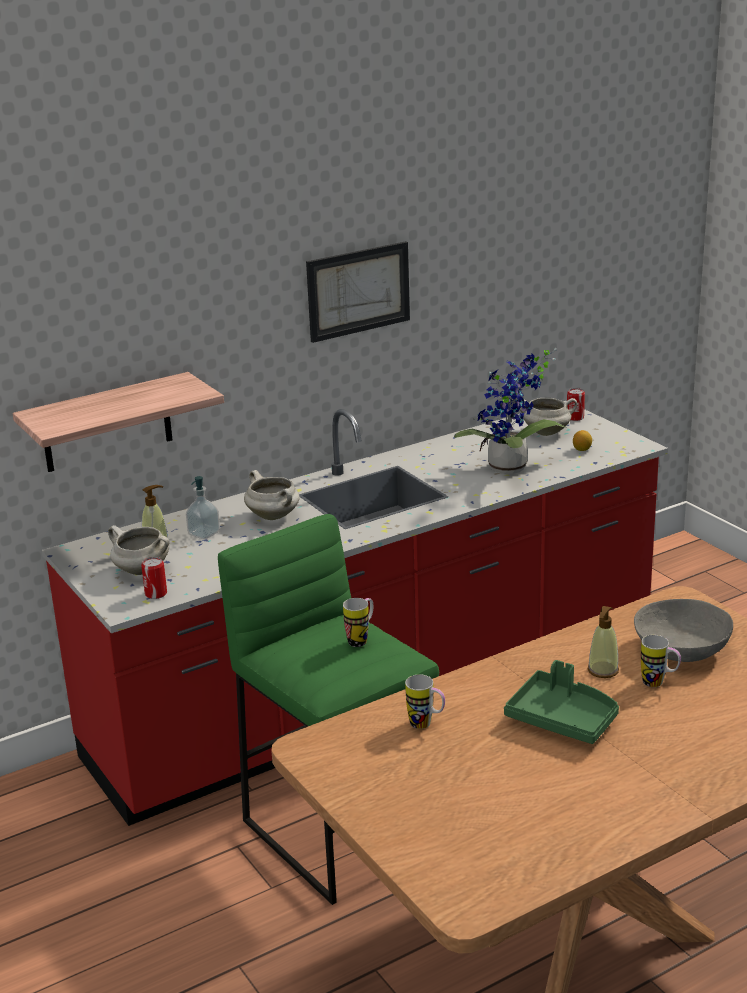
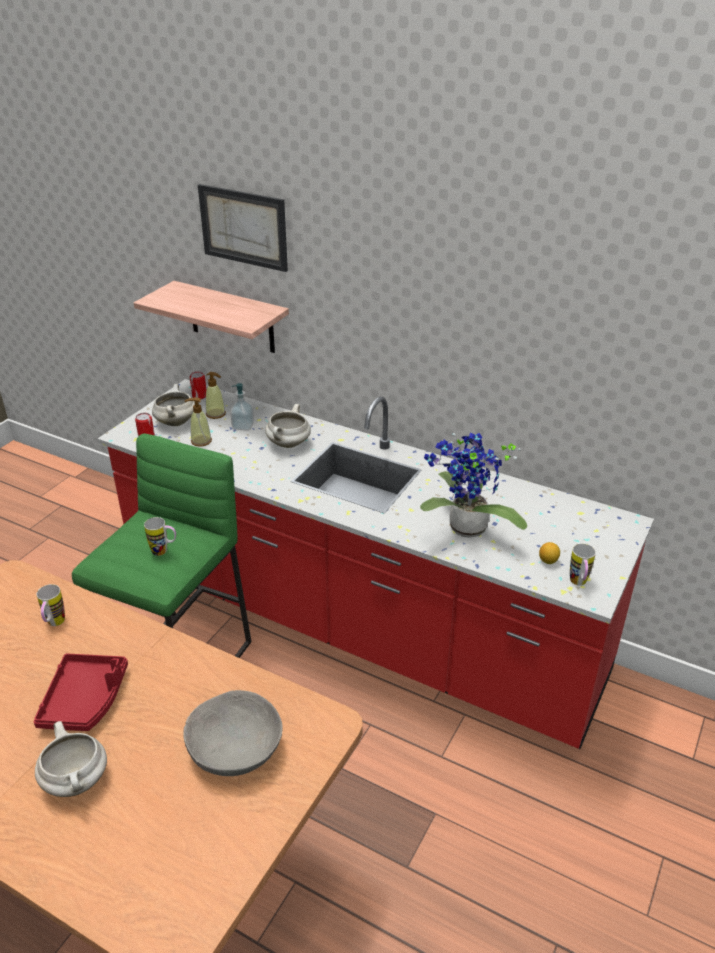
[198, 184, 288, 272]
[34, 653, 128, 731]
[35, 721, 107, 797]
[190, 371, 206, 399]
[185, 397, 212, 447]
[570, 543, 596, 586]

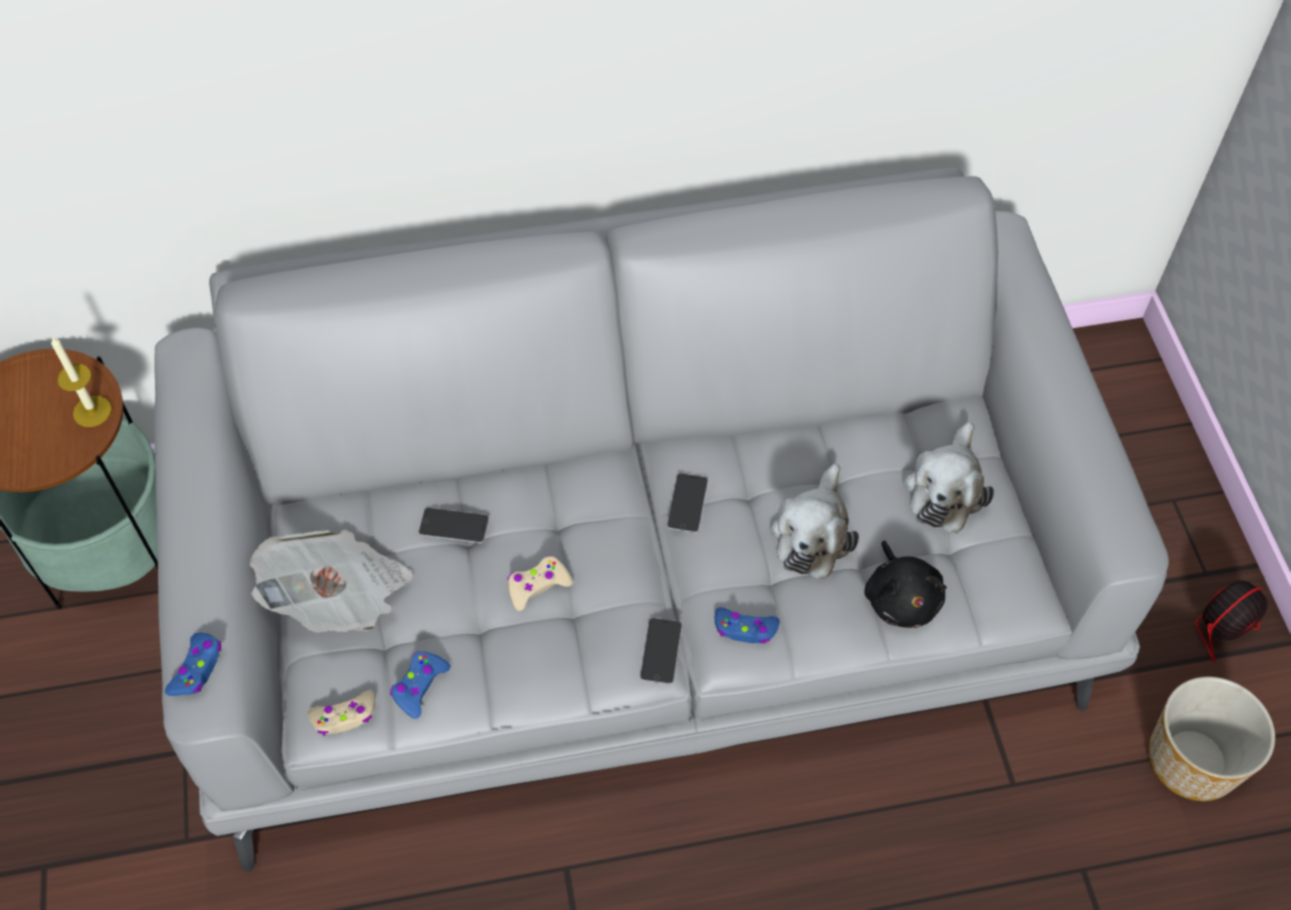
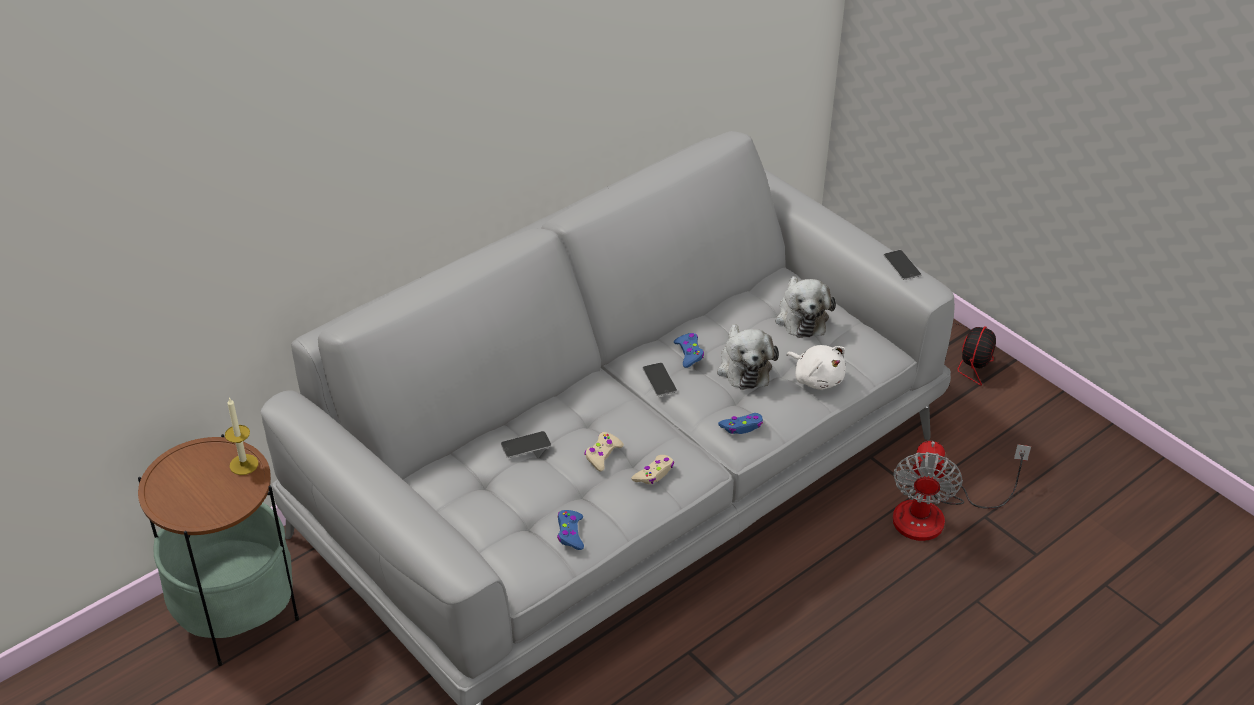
[674, 333, 704, 368]
[250, 530, 413, 633] (first image)
[631, 455, 674, 484]
[883, 250, 922, 280]
[786, 345, 846, 390]
[1149, 677, 1275, 801] (first image)
[892, 441, 1031, 541]

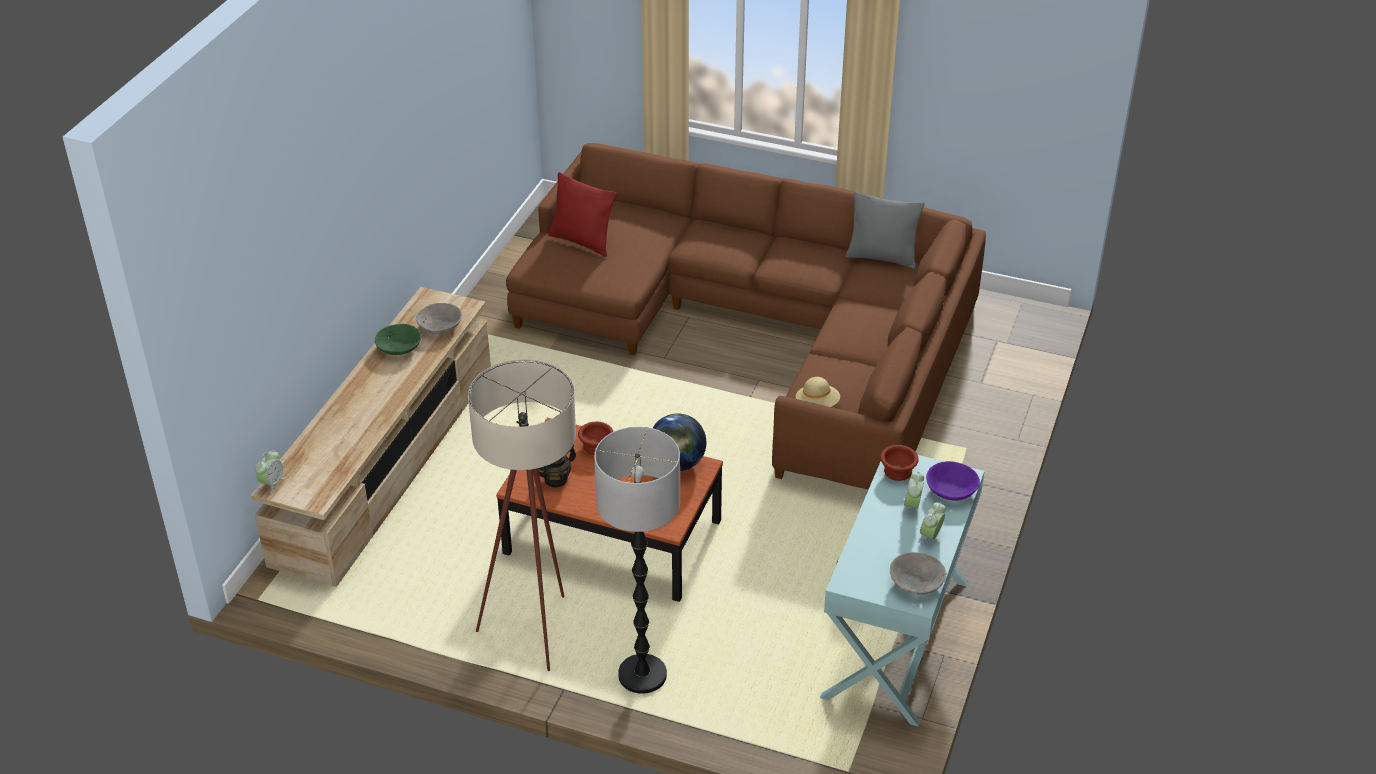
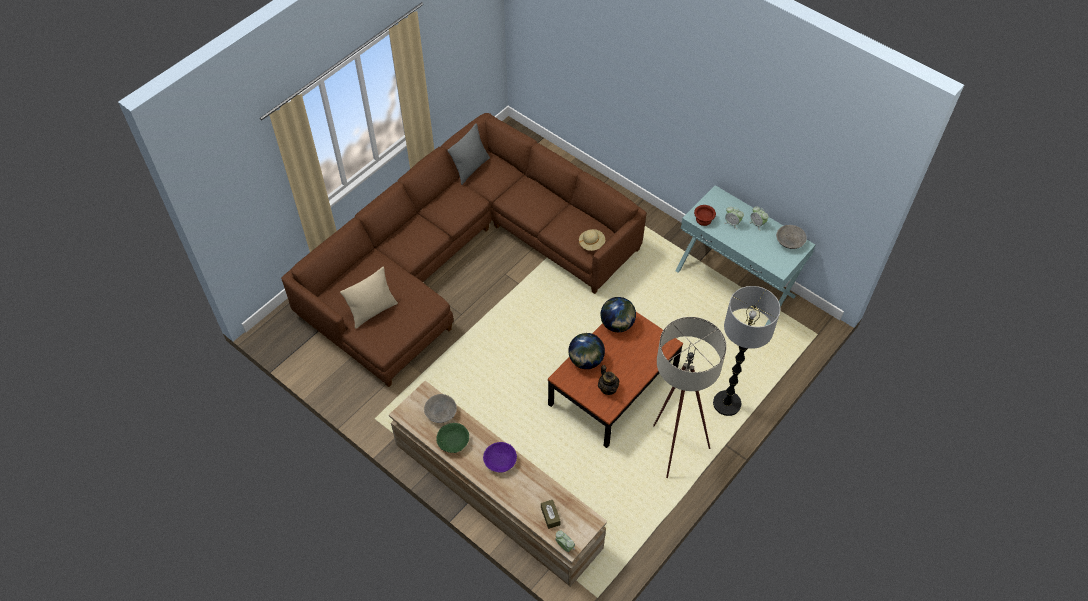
[340, 267, 398, 329]
[568, 333, 605, 369]
[483, 442, 517, 473]
[541, 500, 561, 529]

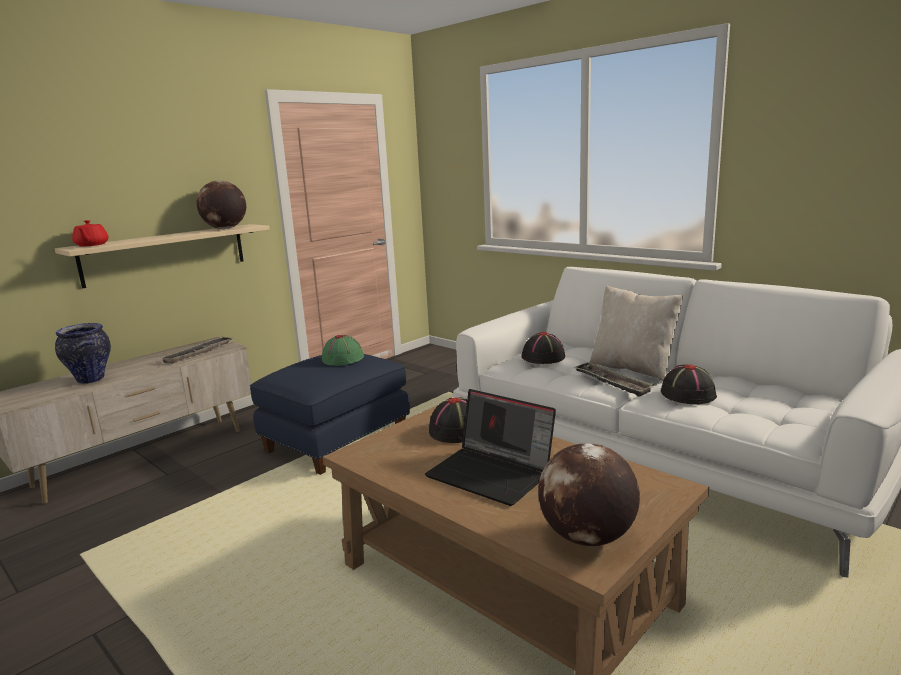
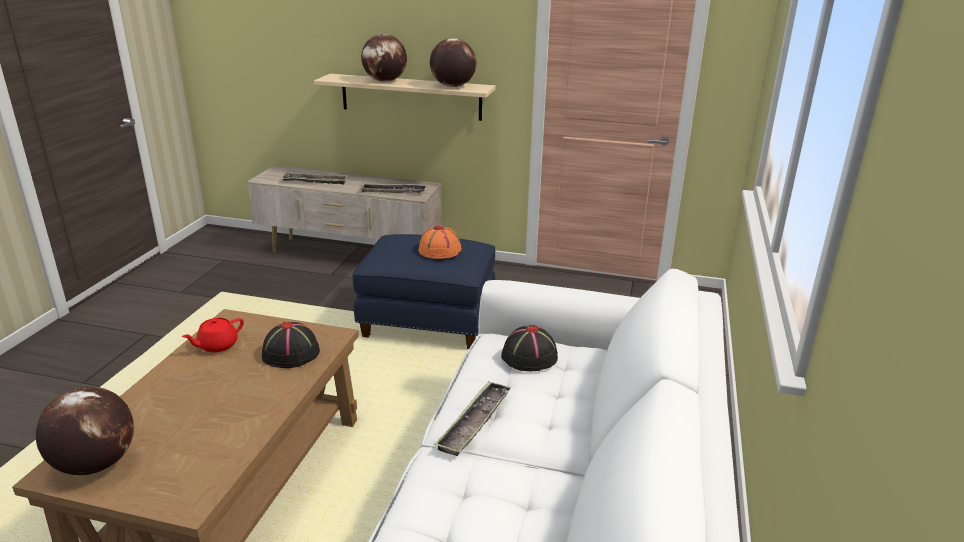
[282, 173, 348, 185]
[182, 318, 244, 352]
[418, 226, 462, 259]
[425, 389, 556, 506] (first image)
[590, 286, 683, 381] (first image)
[661, 364, 717, 404] (first image)
[361, 34, 407, 82]

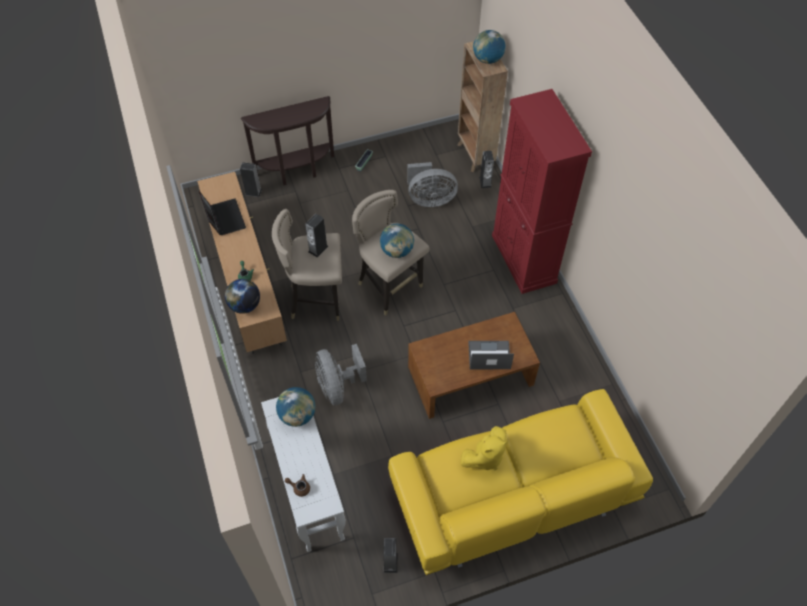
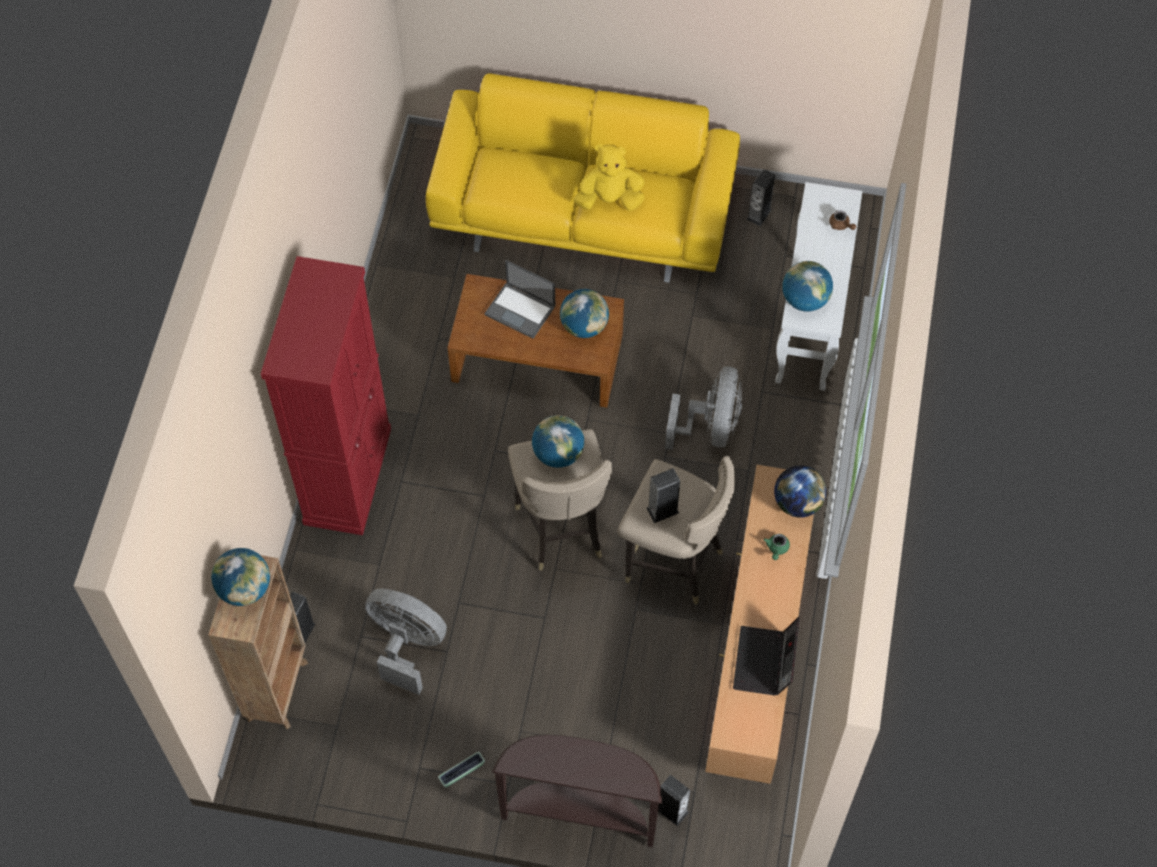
[560, 289, 609, 338]

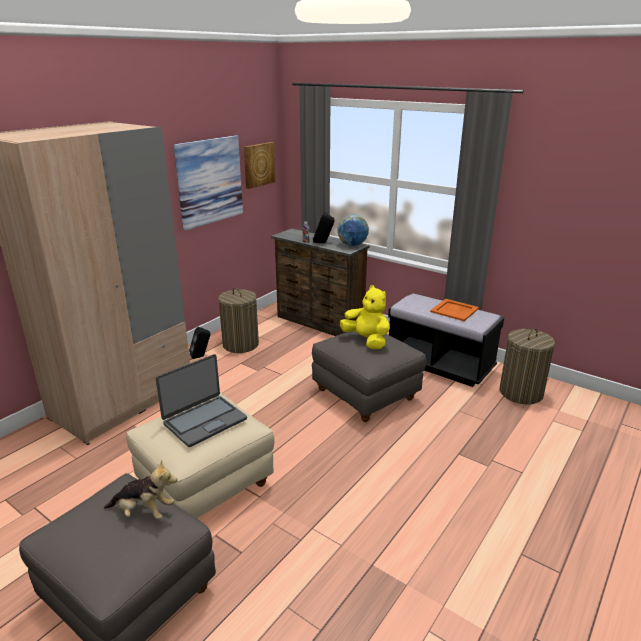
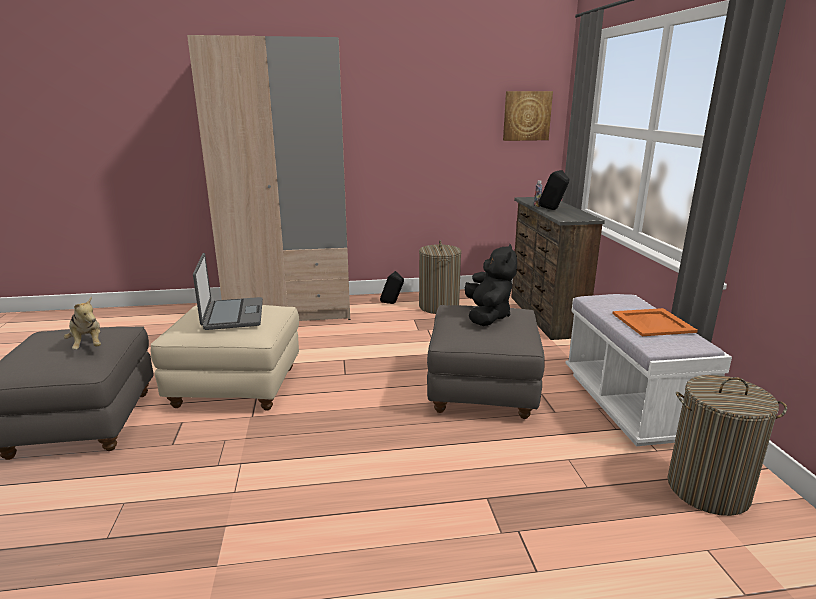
[193, 253, 263, 330]
[174, 135, 243, 230] (first image)
[338, 214, 369, 246] (first image)
[465, 244, 517, 326]
[565, 294, 732, 446]

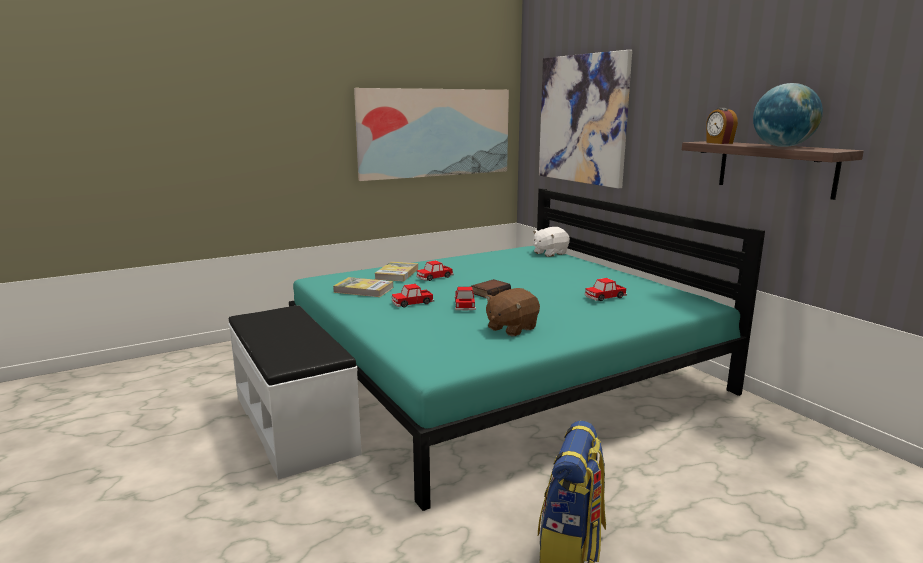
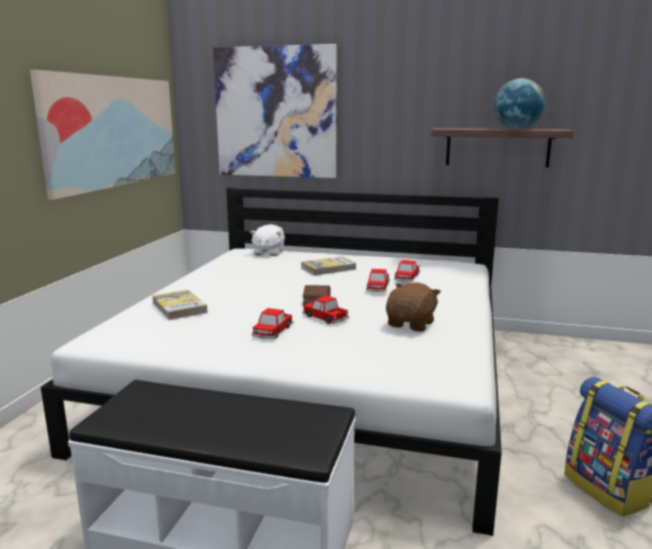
[41, 188, 502, 536]
[301, 256, 357, 276]
[366, 269, 390, 292]
[386, 283, 441, 332]
[706, 108, 738, 144] (first image)

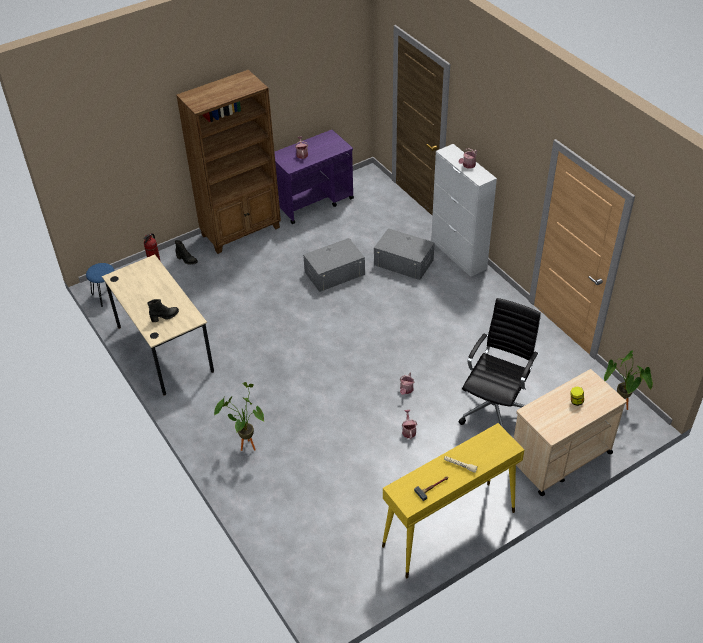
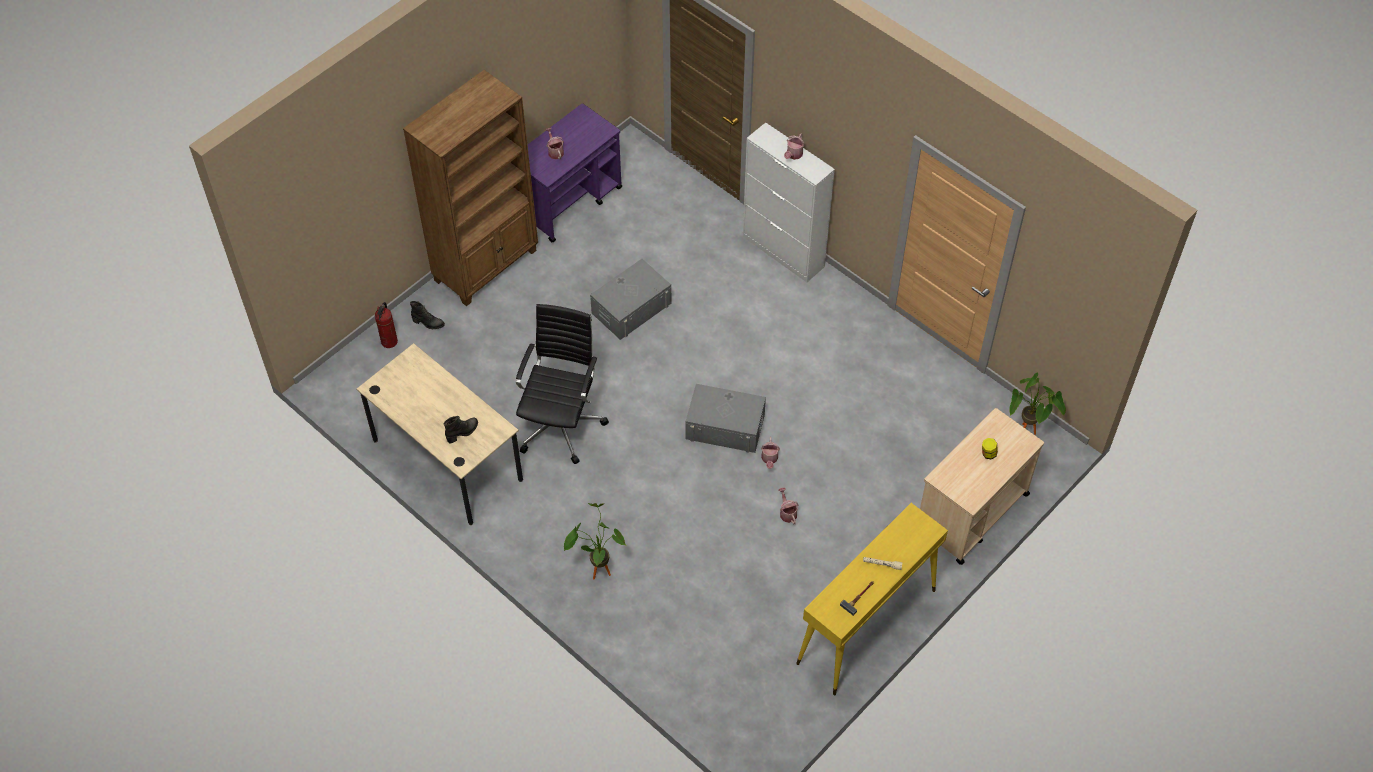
[86, 263, 115, 307] (first image)
[685, 384, 766, 453]
[516, 304, 609, 464]

